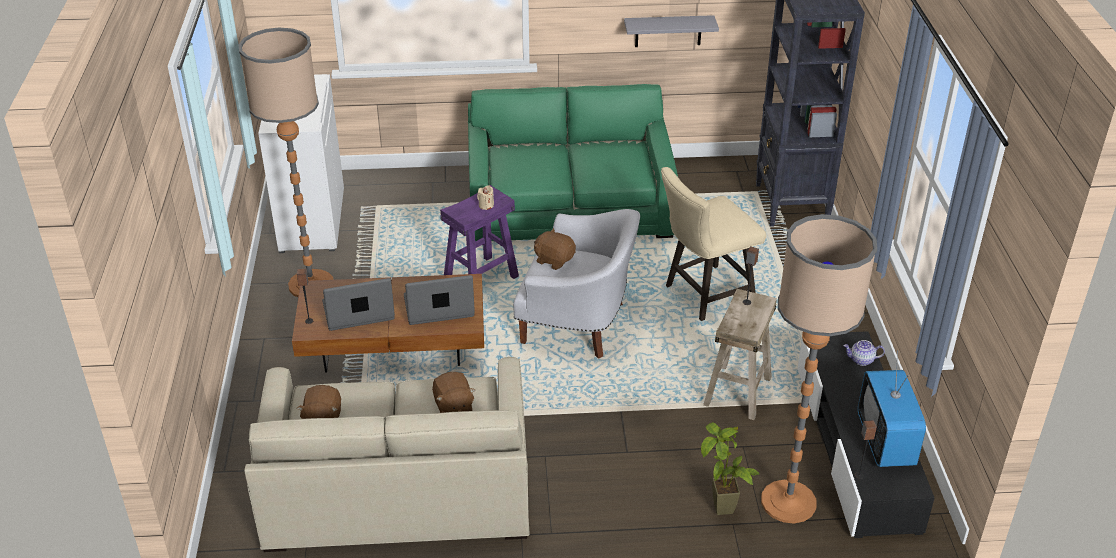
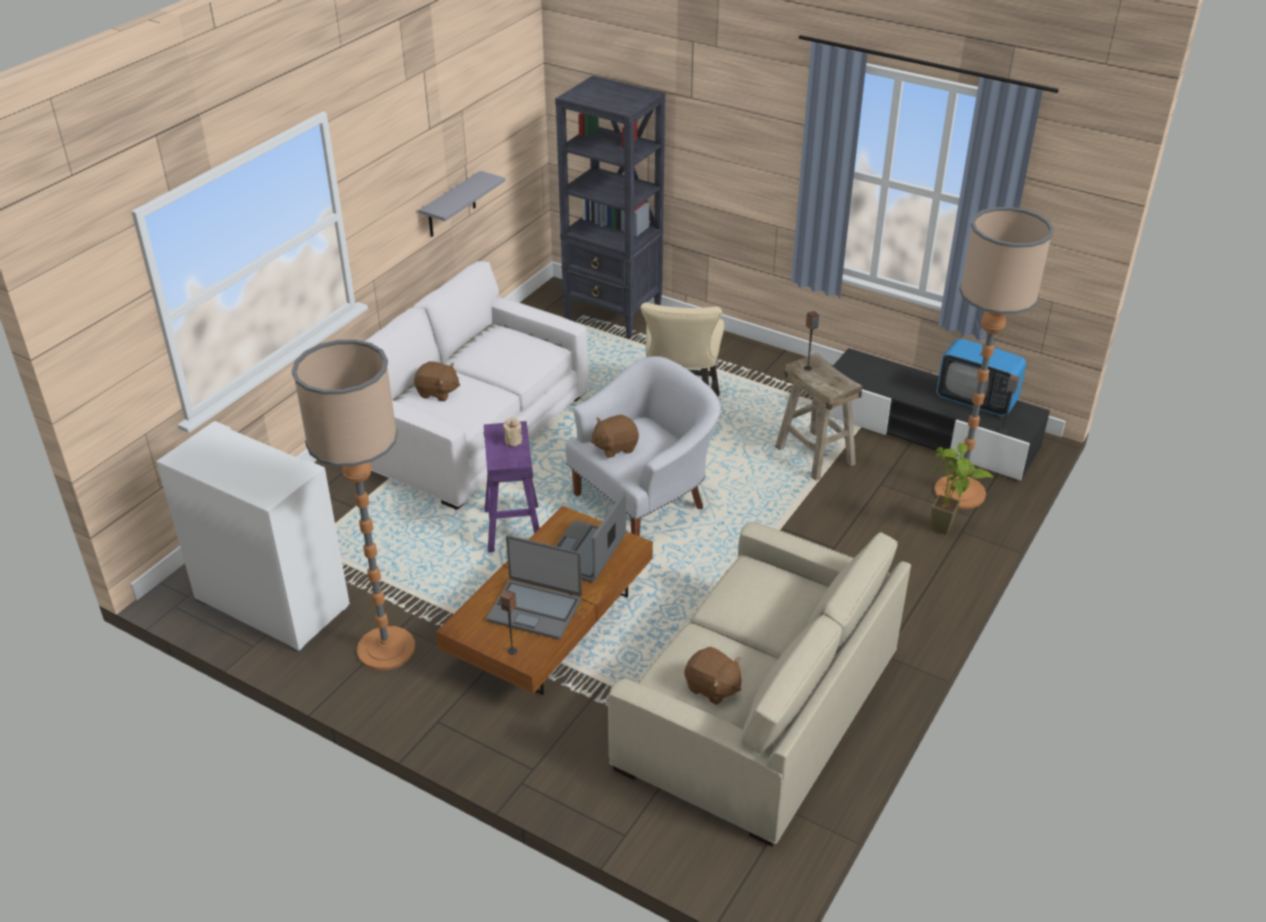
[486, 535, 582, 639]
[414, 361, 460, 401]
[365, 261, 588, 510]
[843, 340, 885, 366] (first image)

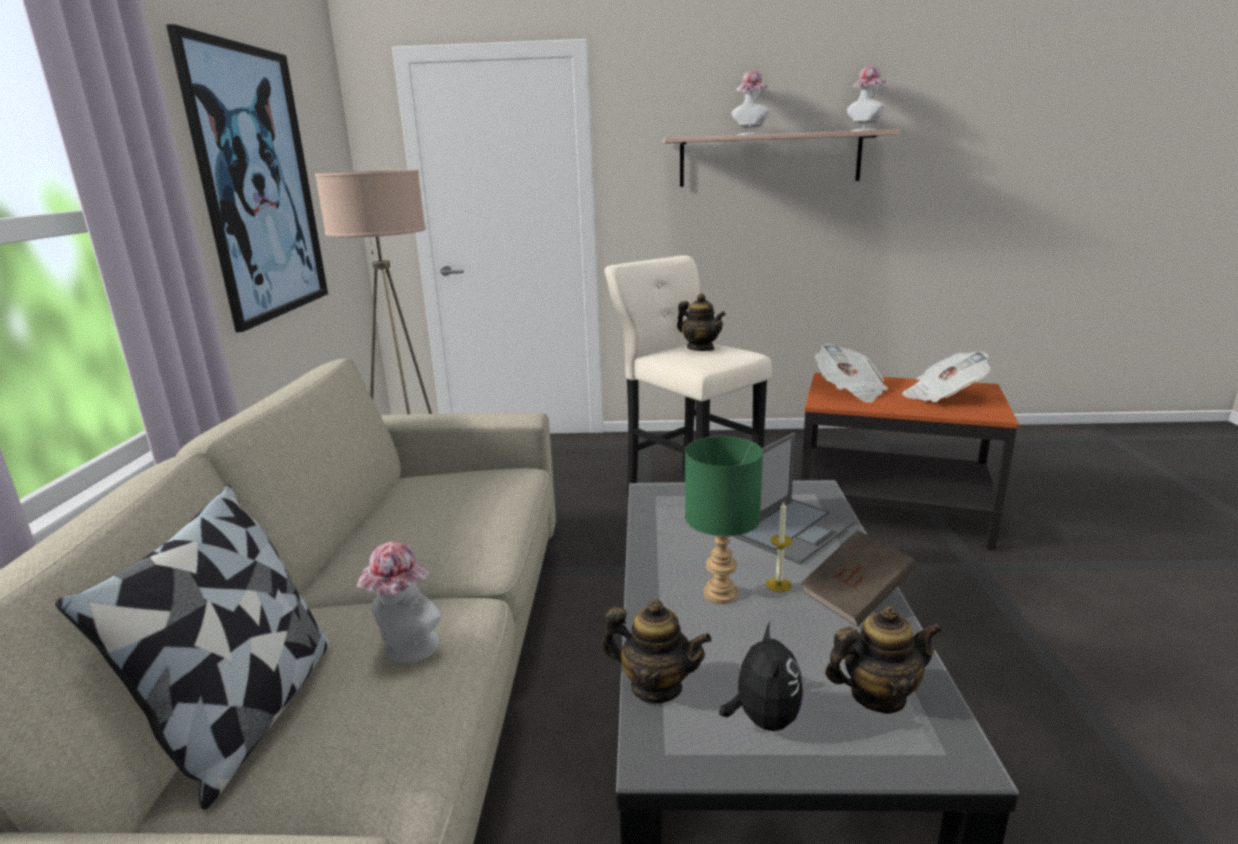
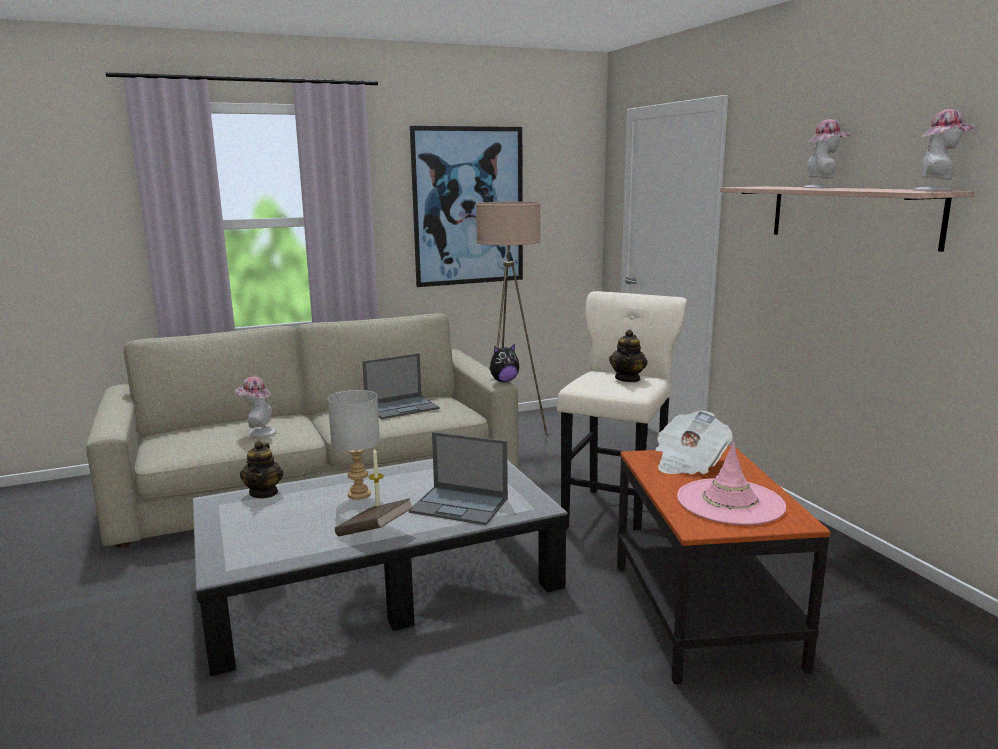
[55, 485, 331, 810] (first image)
[328, 390, 380, 500]
[489, 344, 519, 382]
[825, 606, 942, 714] (first image)
[677, 442, 786, 525]
[362, 353, 440, 419]

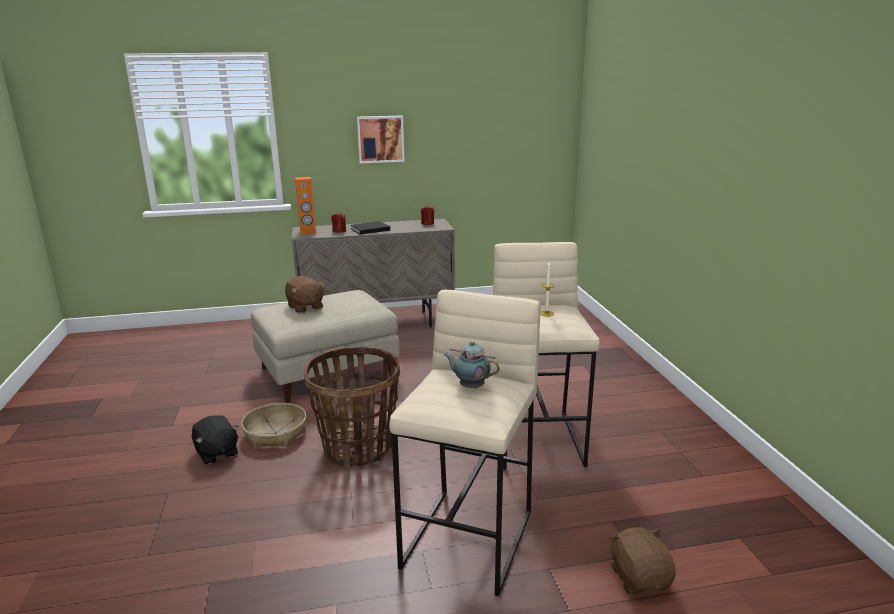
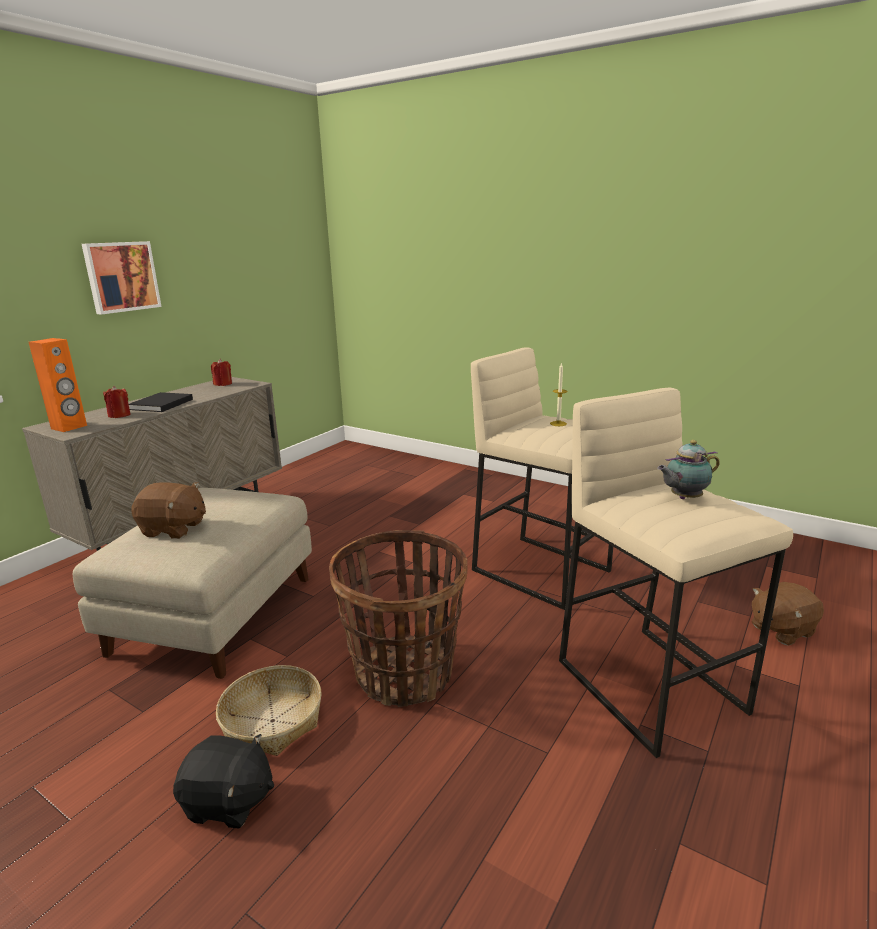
[751, 582, 824, 646]

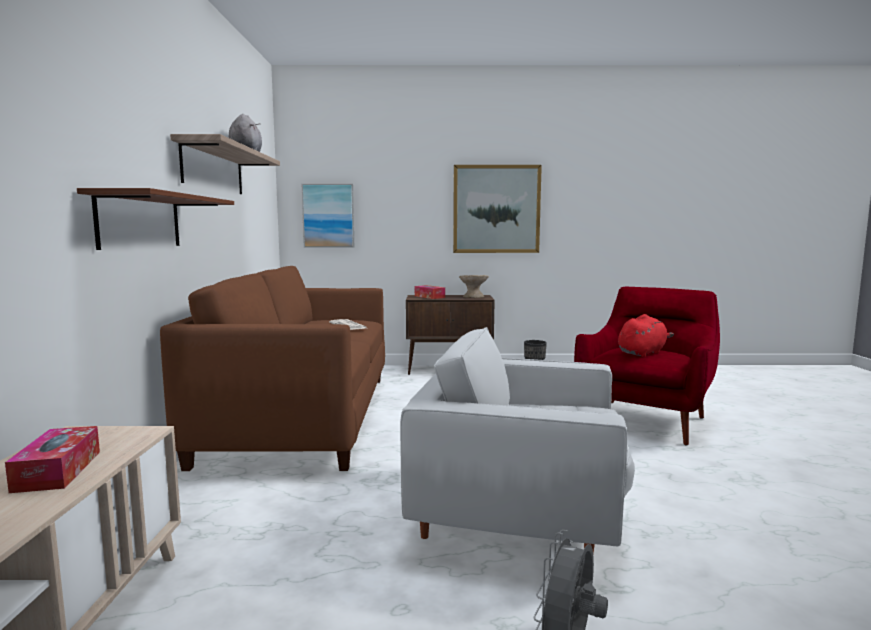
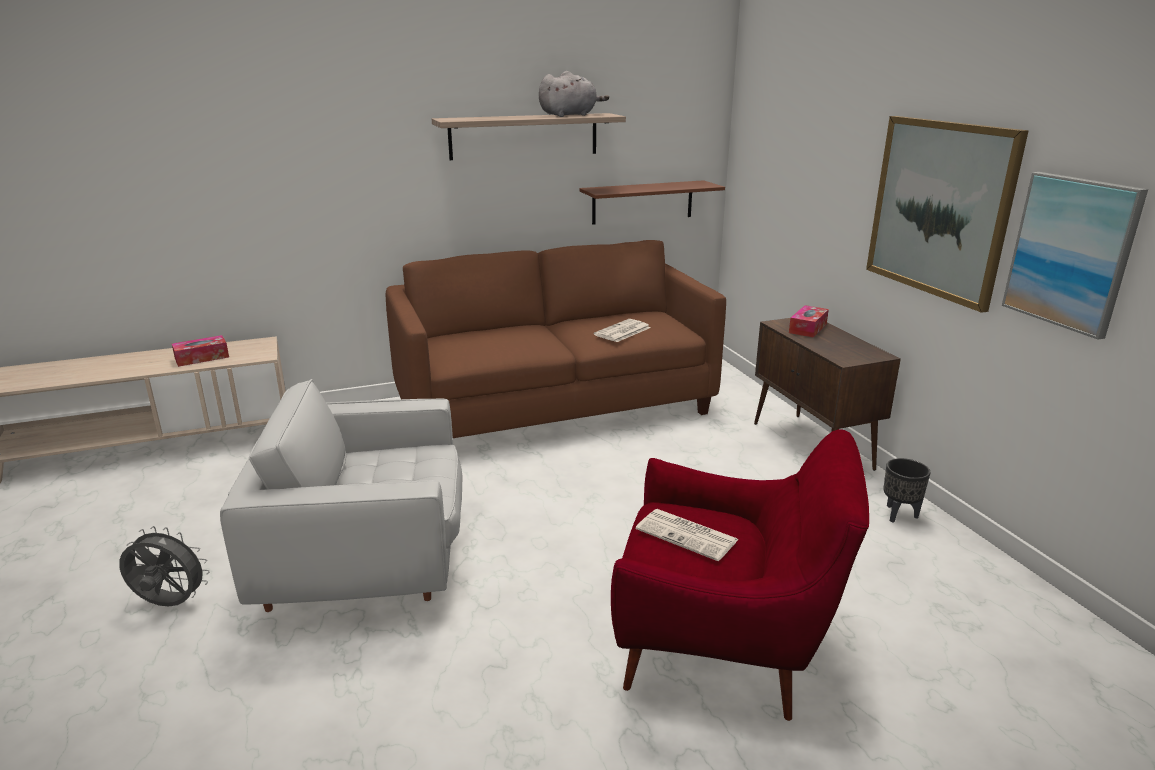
[579, 180, 725, 225]
[1002, 172, 1148, 340]
[220, 379, 463, 612]
[459, 275, 489, 298] (first image)
[636, 509, 738, 561]

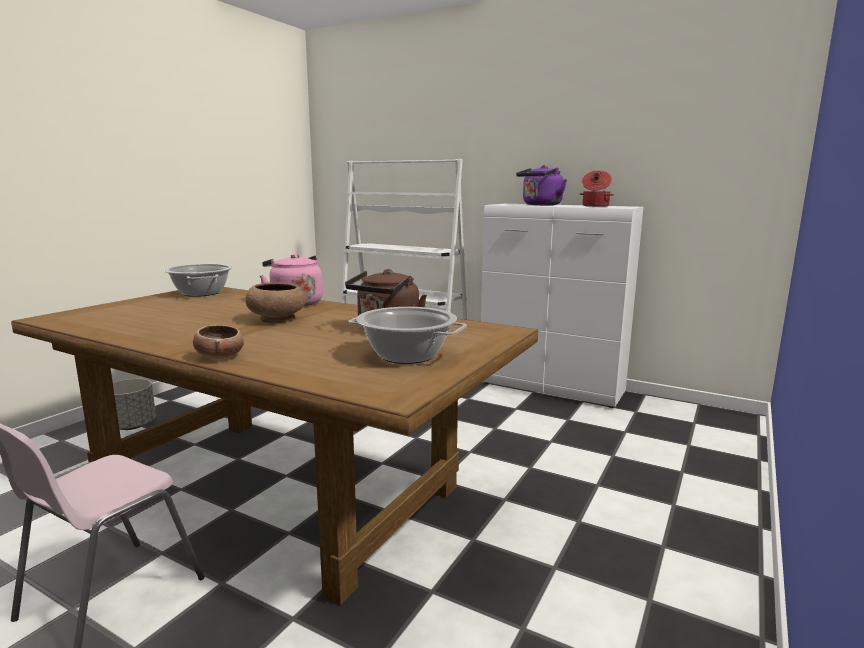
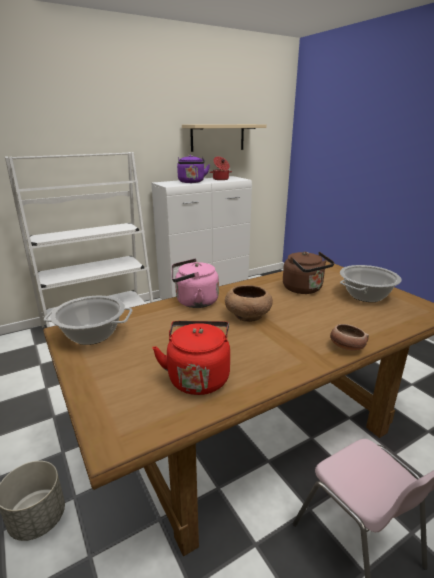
[152, 321, 230, 395]
[182, 124, 267, 152]

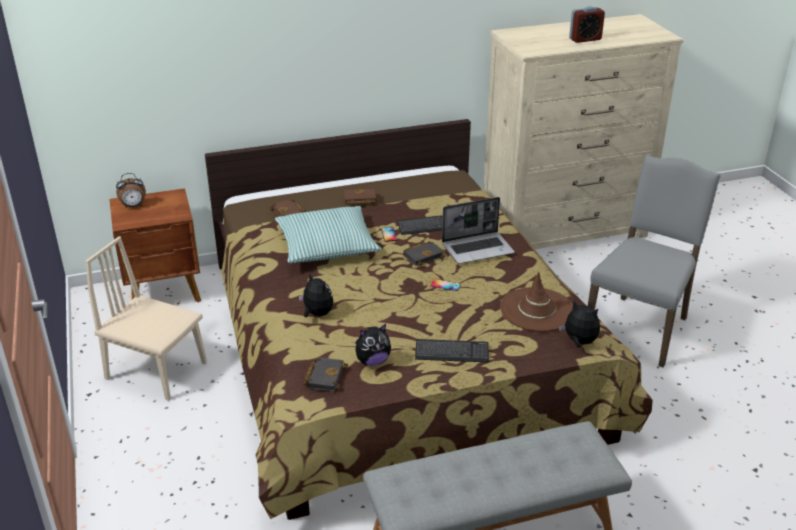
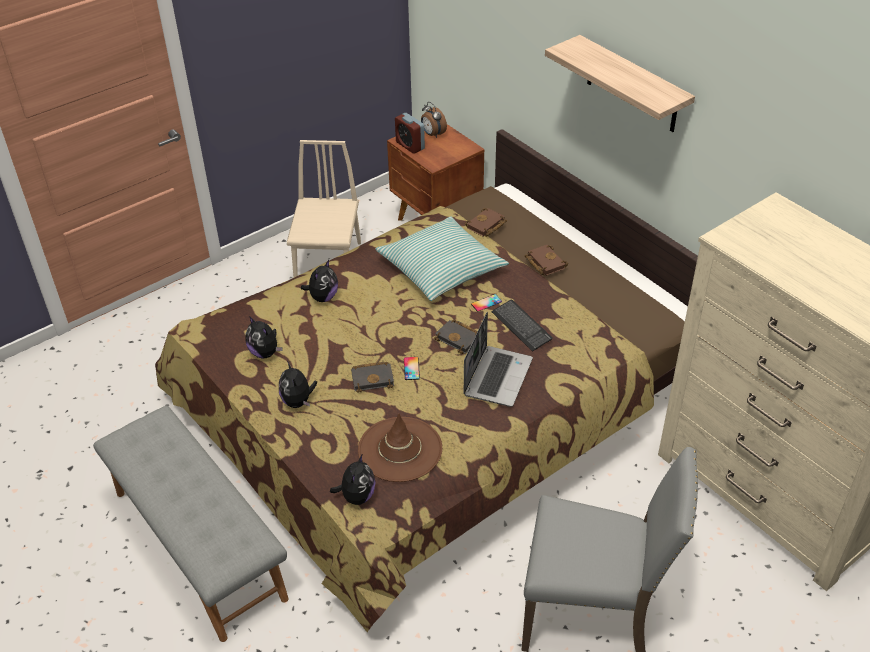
[351, 362, 394, 393]
[279, 361, 317, 408]
[464, 312, 533, 407]
[395, 113, 425, 154]
[545, 35, 695, 132]

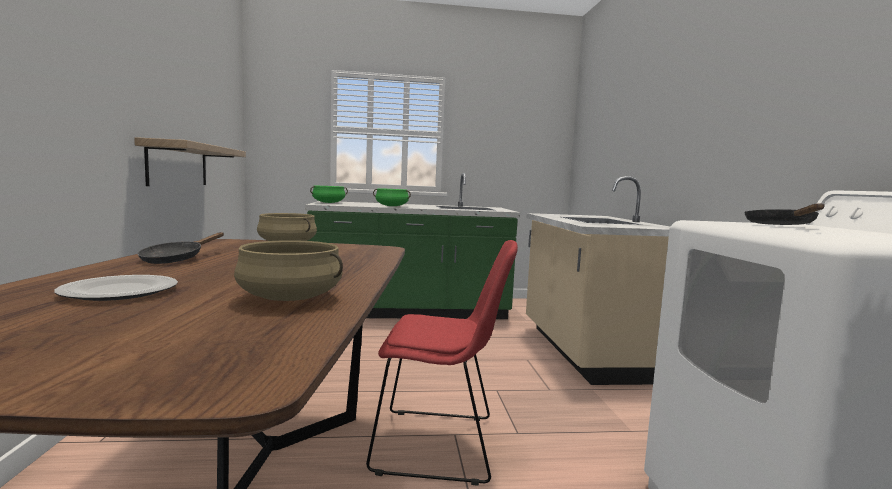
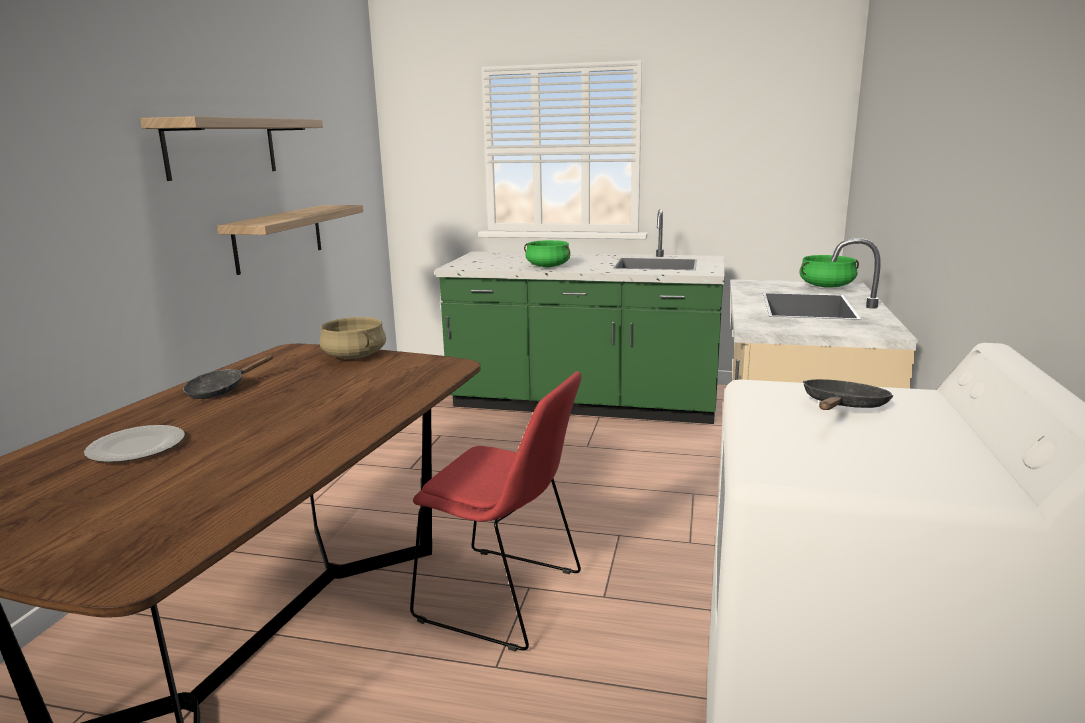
[234, 240, 343, 301] (first image)
[799, 255, 859, 288]
[140, 116, 323, 181]

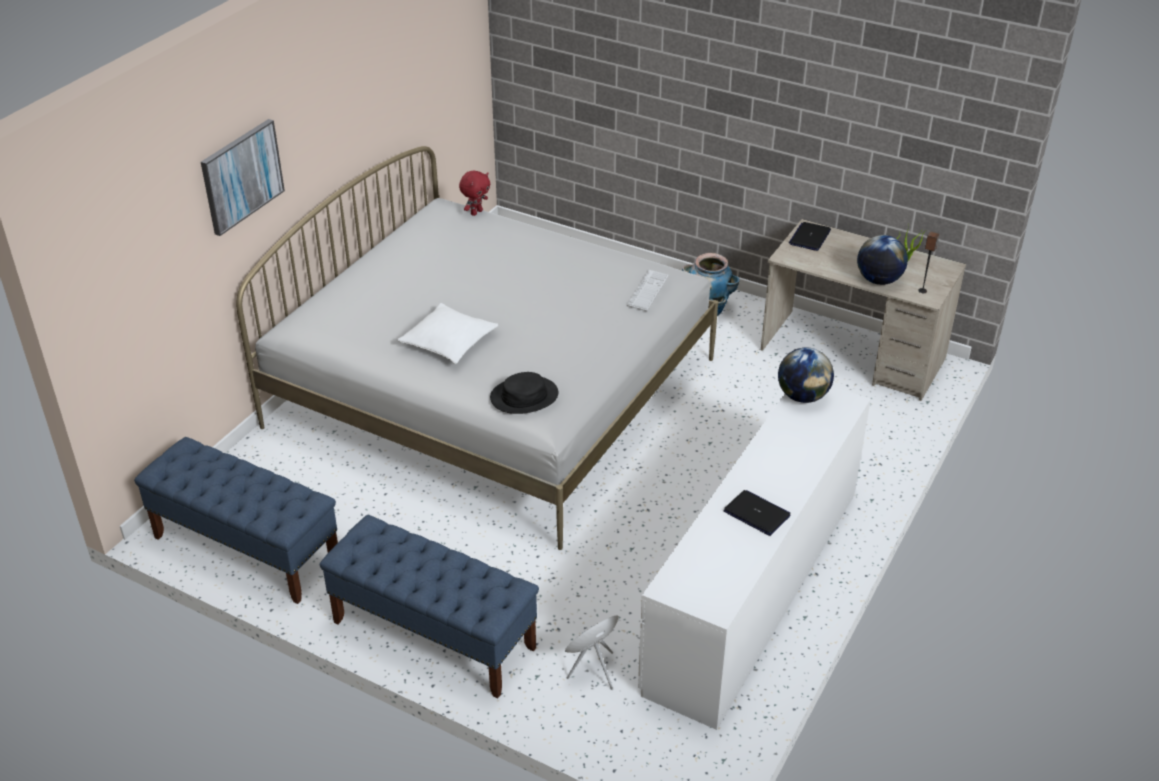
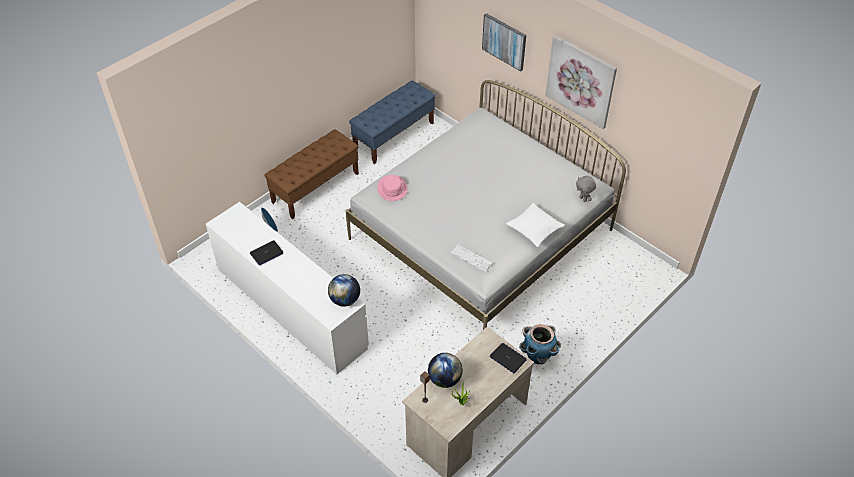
[264, 129, 359, 219]
[506, 203, 565, 247]
[576, 176, 596, 202]
[377, 175, 407, 201]
[545, 35, 617, 129]

